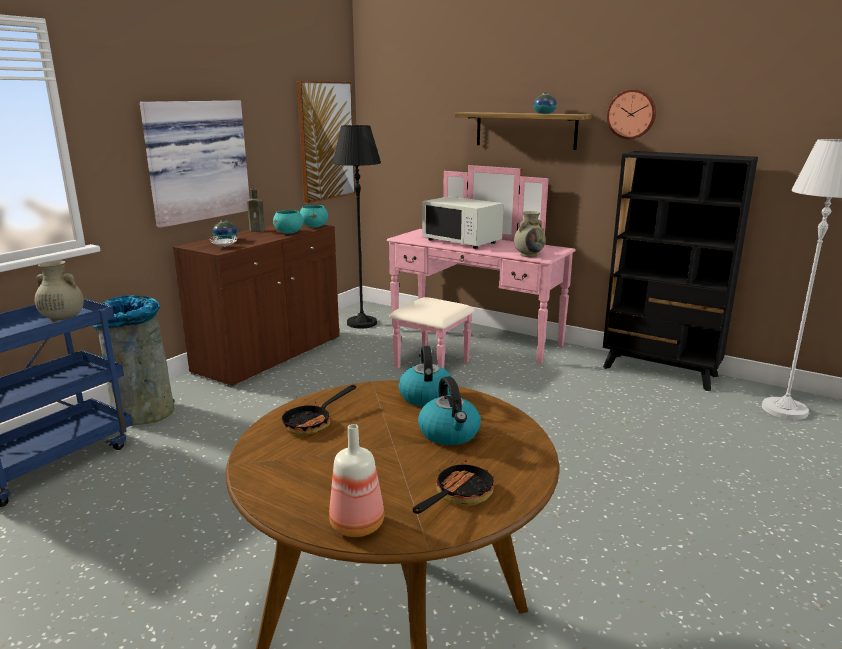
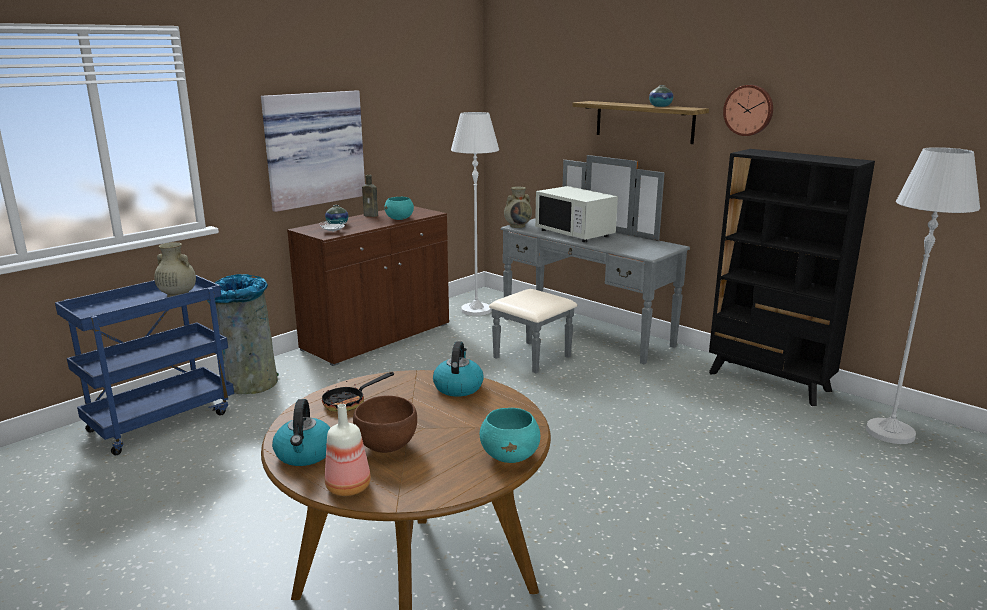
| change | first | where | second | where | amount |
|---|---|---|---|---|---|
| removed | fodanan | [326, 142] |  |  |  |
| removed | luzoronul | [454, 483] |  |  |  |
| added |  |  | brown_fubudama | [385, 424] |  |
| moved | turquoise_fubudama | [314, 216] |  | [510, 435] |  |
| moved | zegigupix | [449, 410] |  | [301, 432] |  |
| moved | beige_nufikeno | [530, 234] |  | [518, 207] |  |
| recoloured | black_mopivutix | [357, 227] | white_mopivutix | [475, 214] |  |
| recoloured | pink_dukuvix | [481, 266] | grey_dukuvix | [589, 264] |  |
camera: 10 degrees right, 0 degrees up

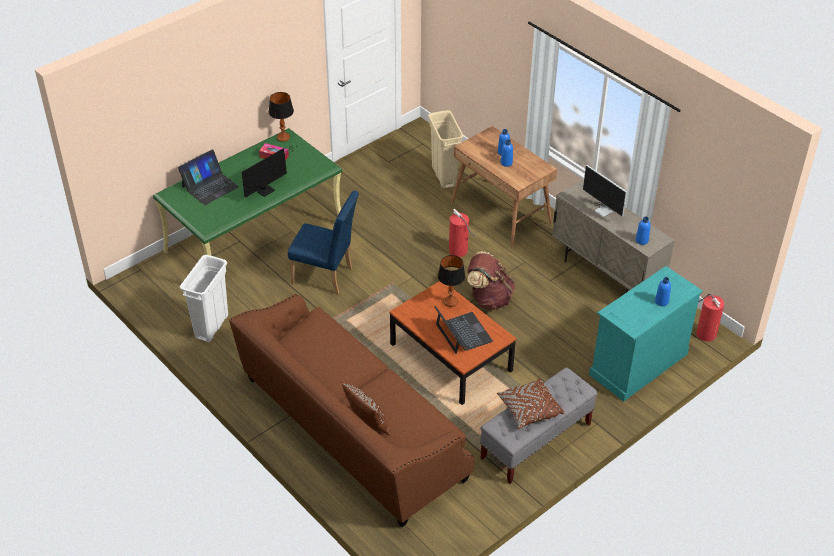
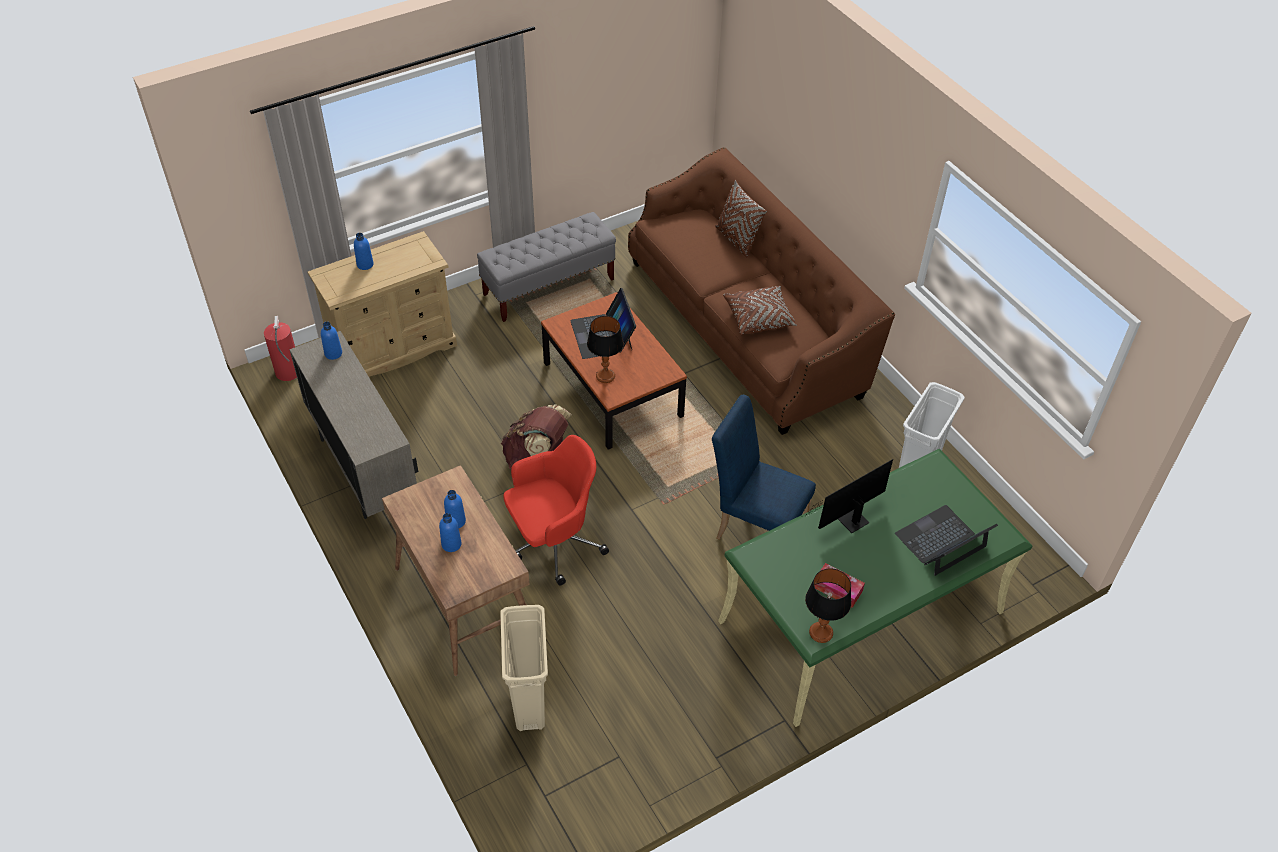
| change | first | where | second | where | amount |
|---|---|---|---|---|---|
| removed | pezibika | [604, 191] |  |  |  |
| moved | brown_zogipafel | [531, 403] |  | [760, 310] |  |
| replaced | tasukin | [462, 233] | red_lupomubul | [556, 510] |  |
| recoloured | turquoise_dukuvix | [645, 334] | beige_dukuvix | [382, 304] |  |
camera: 170 degrees left, 5 degrees up

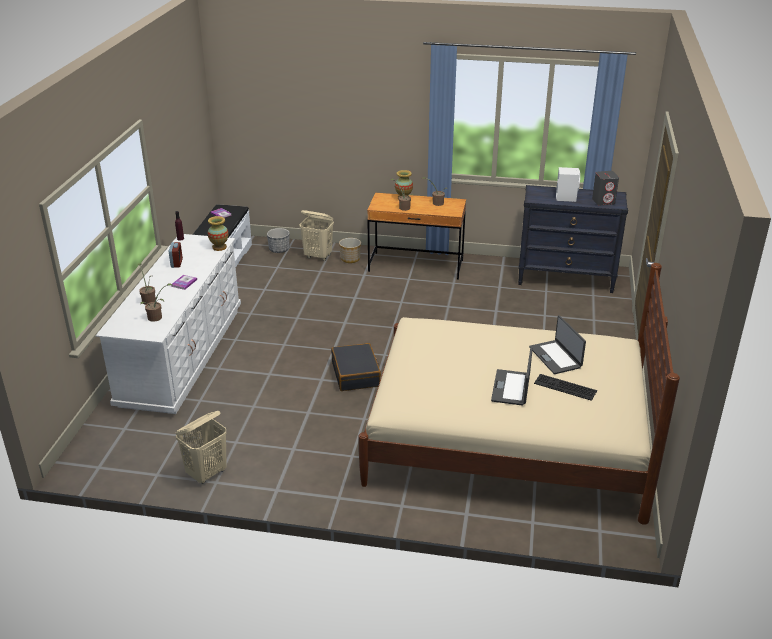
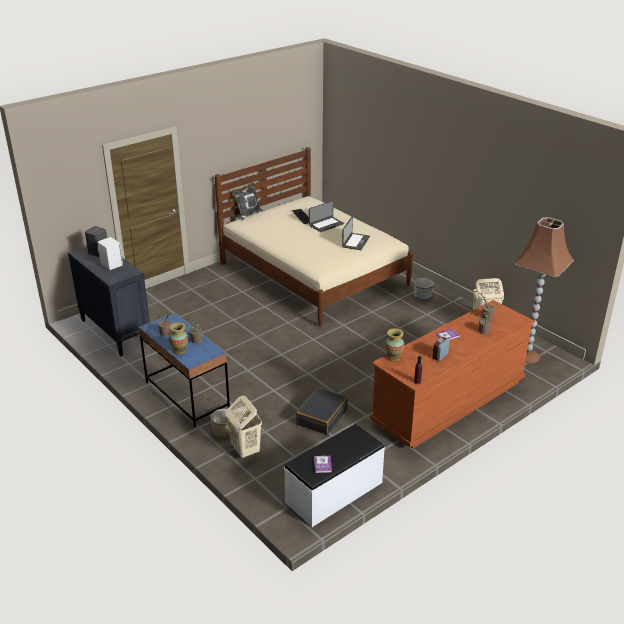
| change | first | where | second | where | amount |
|---|---|---|---|---|---|
| added |  |  | zogipafel | [247, 201] |  |
| added |  |  | brown_mopivutix | [544, 290] |  |
| moved | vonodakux | [278, 240] |  | [424, 289] |  |
| moved | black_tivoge | [356, 367] |  | [322, 411] |  |
| moved | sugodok | [557, 344] |  | [356, 233] |  |
| recoloured | white_dukuvix | [168, 324] | brown_dukuvix | [452, 374] |  |
| recoloured | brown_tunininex | [416, 236] | blue_tunininex | [184, 370] |  |
camera: 140 degrees left, 0 degrees up

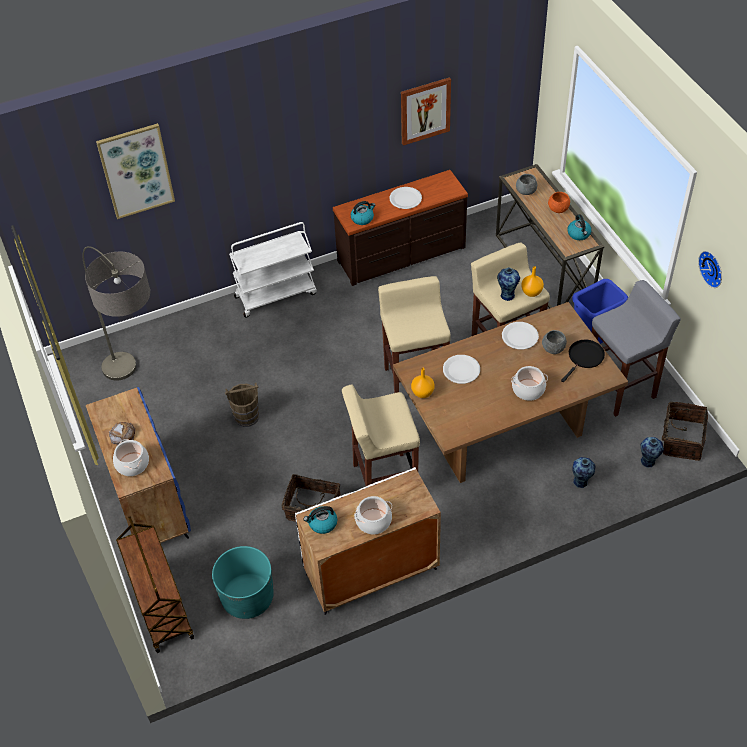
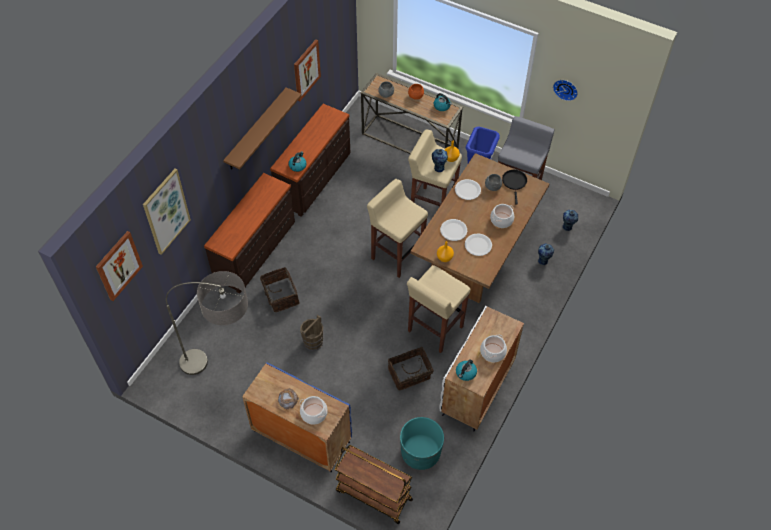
| change | first | where | second | where | amount |
|---|---|---|---|---|---|
| added |  |  | fodanan | [119, 266] |  |
| added |  |  | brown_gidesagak | [262, 129] |  |
| moved | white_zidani | [405, 198] |  | [478, 244] |  |
| moved | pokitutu | [685, 431] |  | [280, 289] |  |
| replaced | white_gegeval | [273, 269] | brown_dukuvix | [249, 233] |  |
camera: 40 degrees left, 5 degrees up

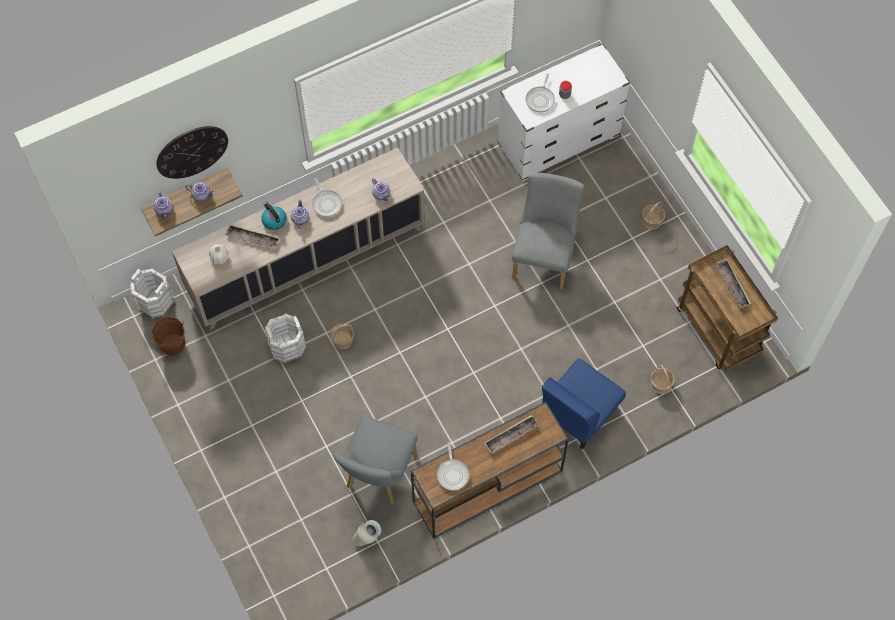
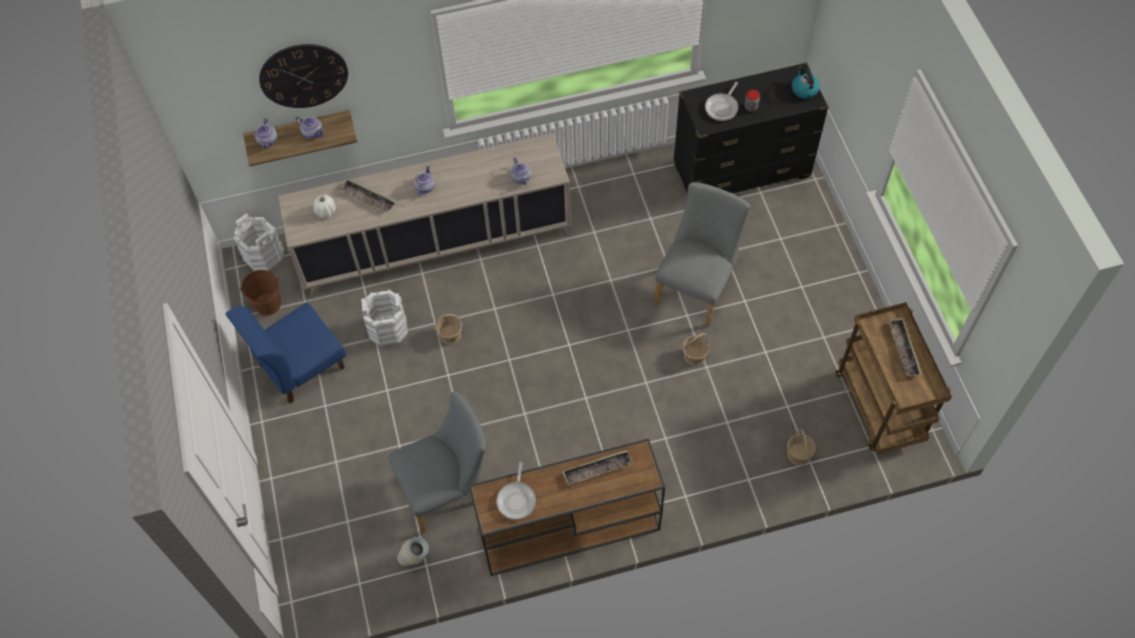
| change | first | where | second | where | amount |
|---|---|---|---|---|---|
| removed | luzoronul | [327, 197] |  |  |  |
| moved | zegigupix | [274, 216] |  | [805, 83] |  |
| moved | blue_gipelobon | [584, 404] |  | [285, 353] |  |
| moved | pokitutu | [653, 215] |  | [696, 349] |  |
| recoloured | white_dukuvix | [563, 112] | black_dukuvix | [751, 128] |  |
| turned | grey_gipelobon | [375, 459] |  | [437, 462] | 150 degrees counterclockwise |
camera: 15 degrees right, 5 degrees down

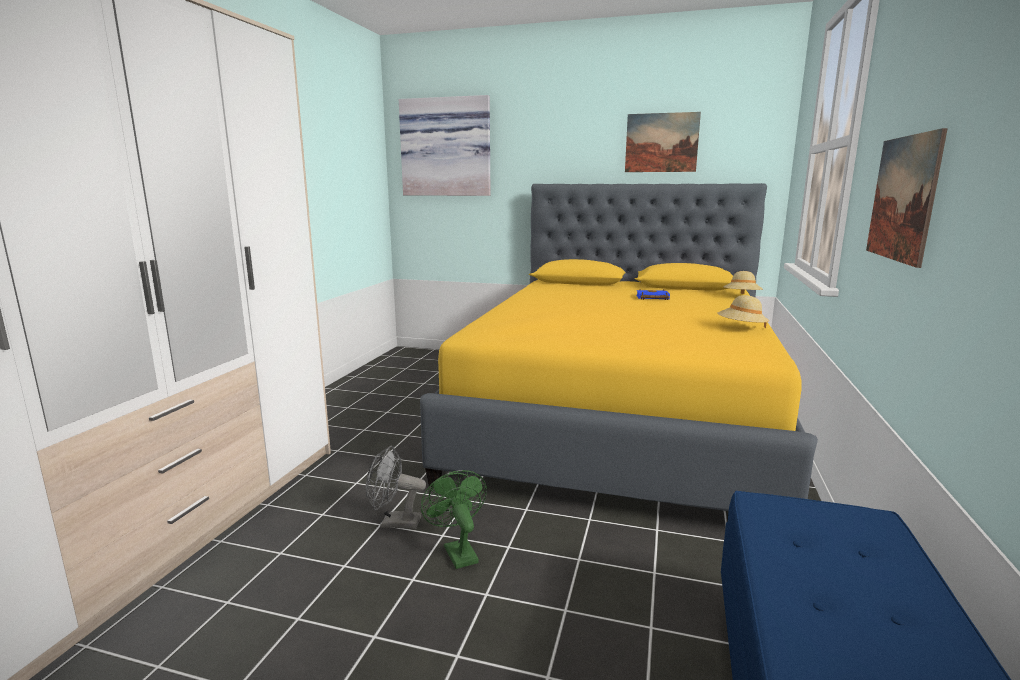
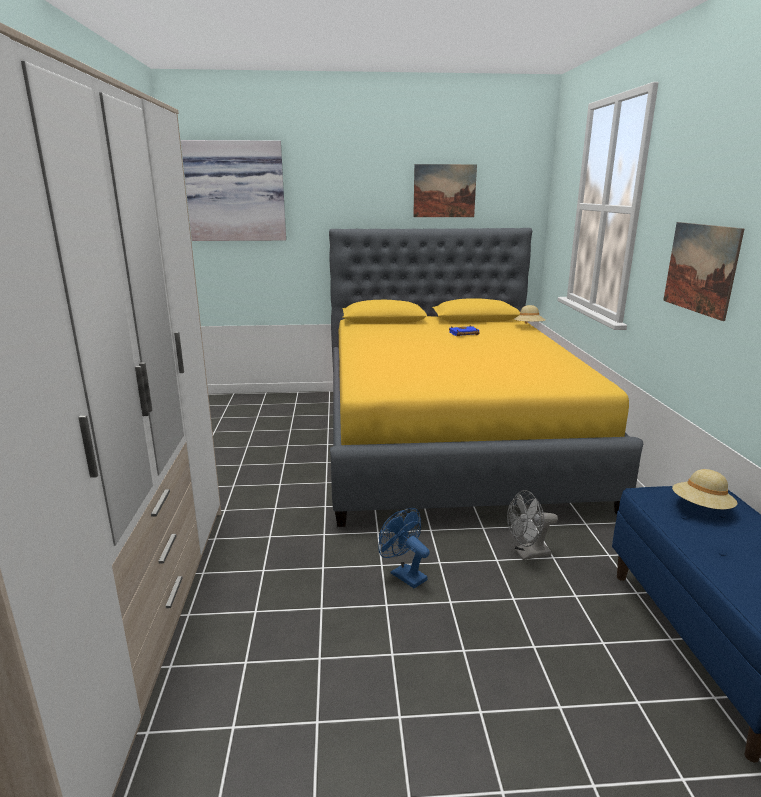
| change | first | where | second | where | amount |
|---|---|---|---|---|---|
| moved | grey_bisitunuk | [396, 487] |  | [532, 525] |  |
| moved | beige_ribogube | [743, 311] |  | [705, 489] |  |
| recoloured | green_bisitunuk | [454, 519] | blue_bisitunuk | [404, 548] |  |
camera: 20 degrees left, 5 degrees up

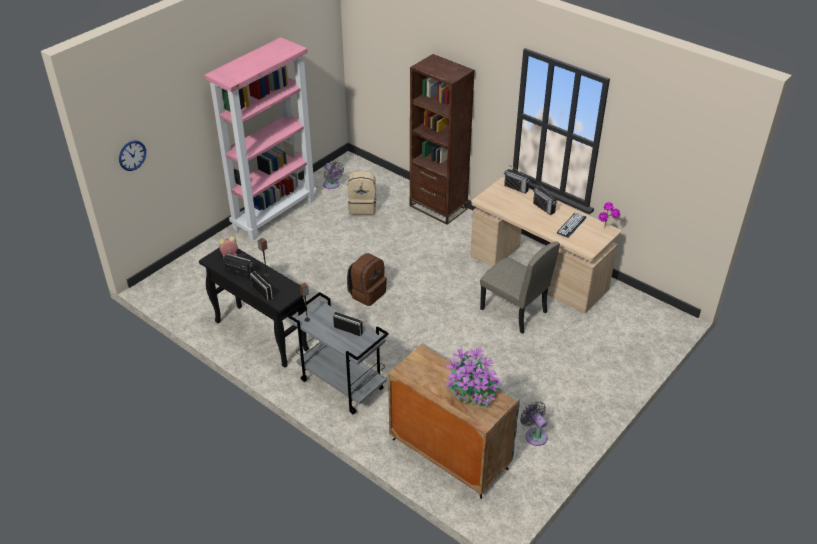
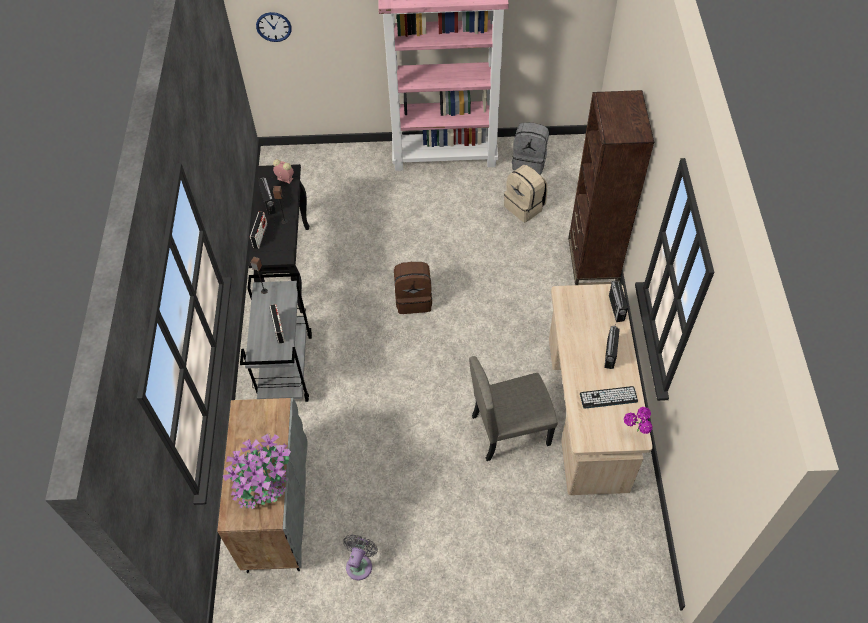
| change | first | where | second | where | amount |
|---|---|---|---|---|---|
| replaced | grey_bisitunuk | [333, 175] | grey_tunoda | [530, 148] |  |
| turned | beige_gipelobon | [520, 287] |  | [513, 408] | 75 degrees clockwise |
camera: 50 degrees right, 15 degrees up

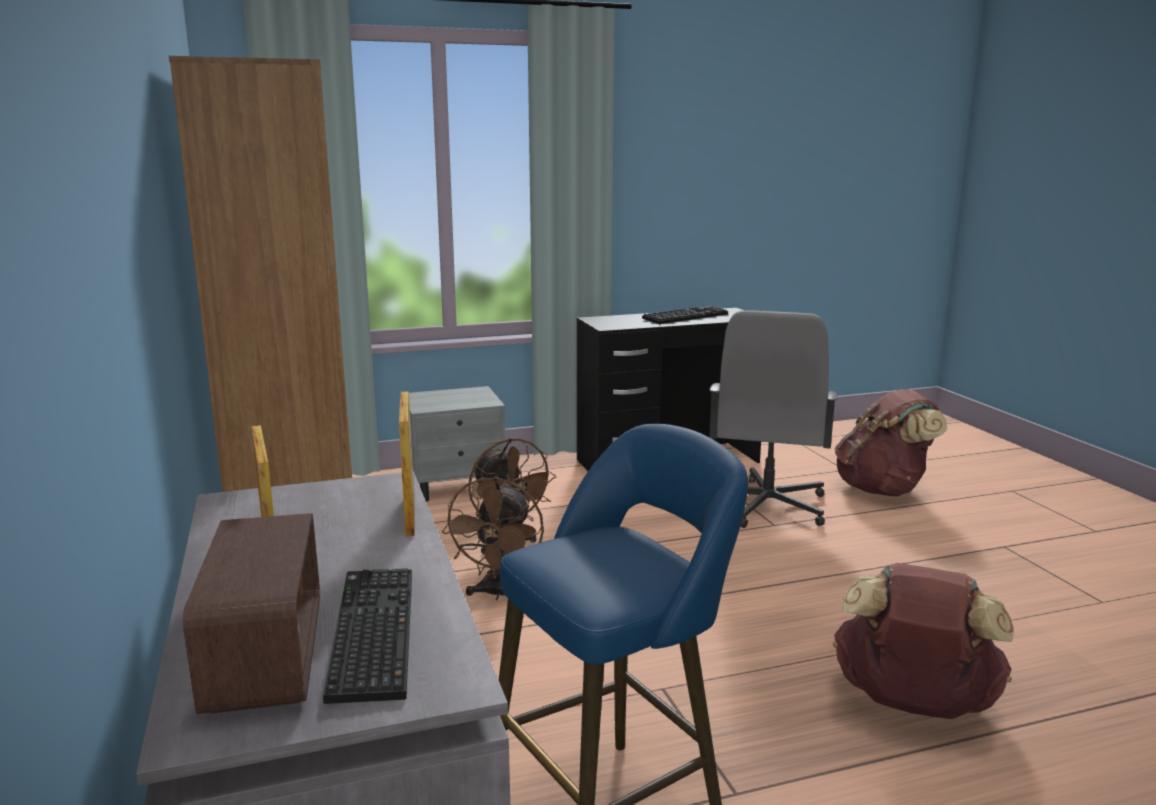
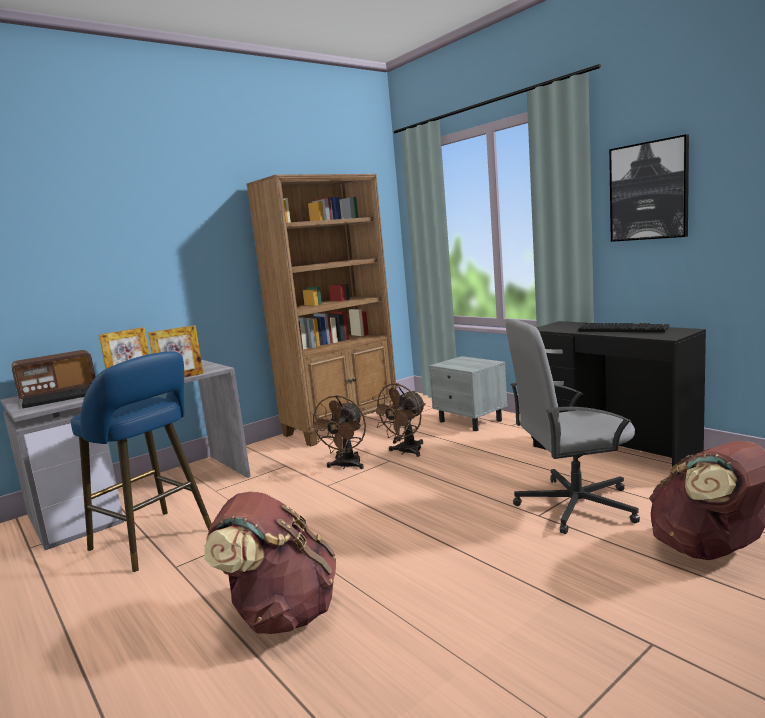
| change | first | where | second | where | amount |
|---|---|---|---|---|---|
| added |  |  | fodanan | [649, 188] |  |
| turned | brown_bisitunuk | [493, 538] |  | [337, 432] | 60 degrees counterclockwise |
camera: 70 degrees right, 5 degrees down

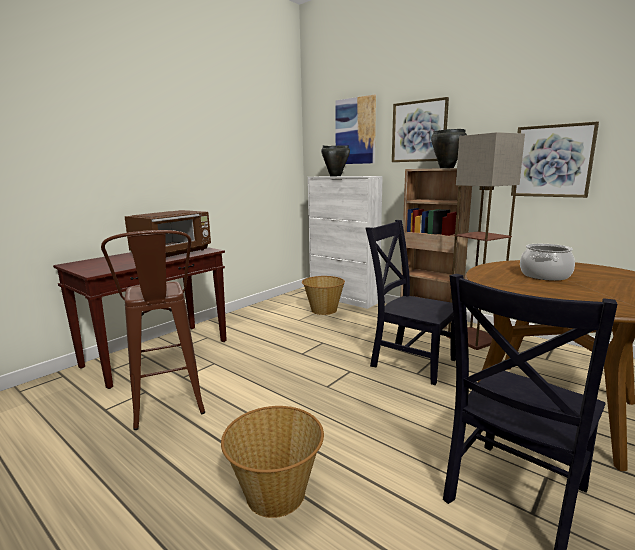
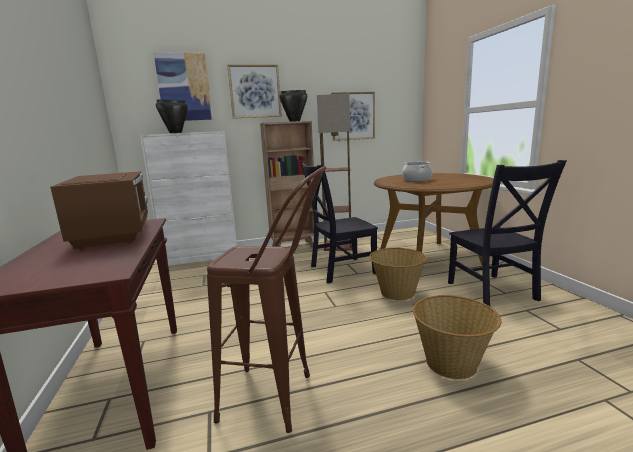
| change | first | where | second | where | amount |
|---|---|---|---|---|---|
| moved | pokitutu | [323, 295] |  | [398, 274] |  |
camera: 55 degrees left, 0 degrees up

